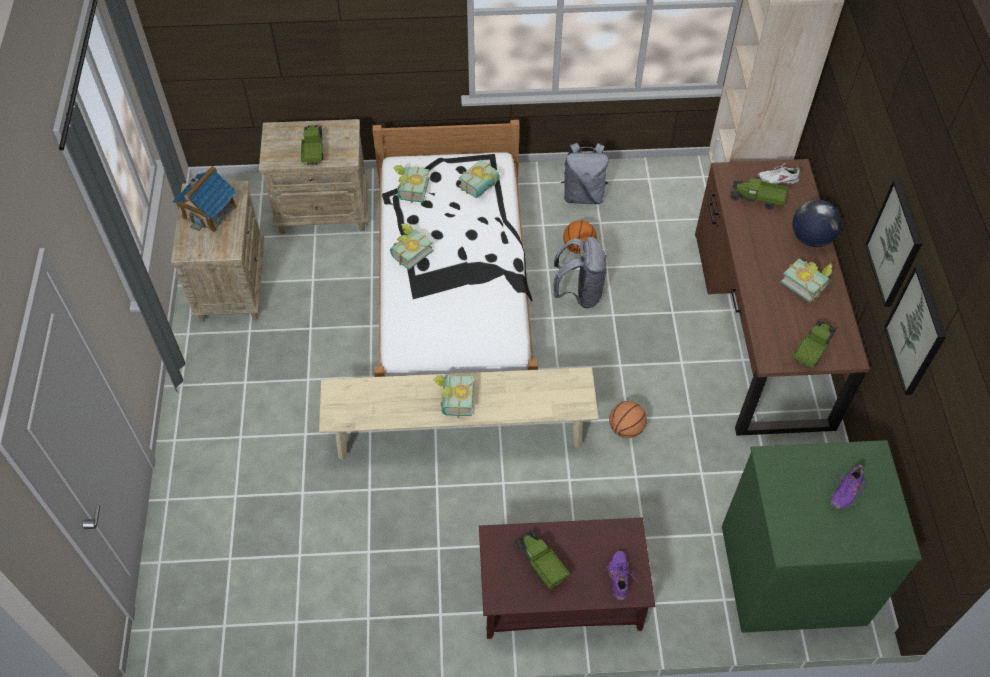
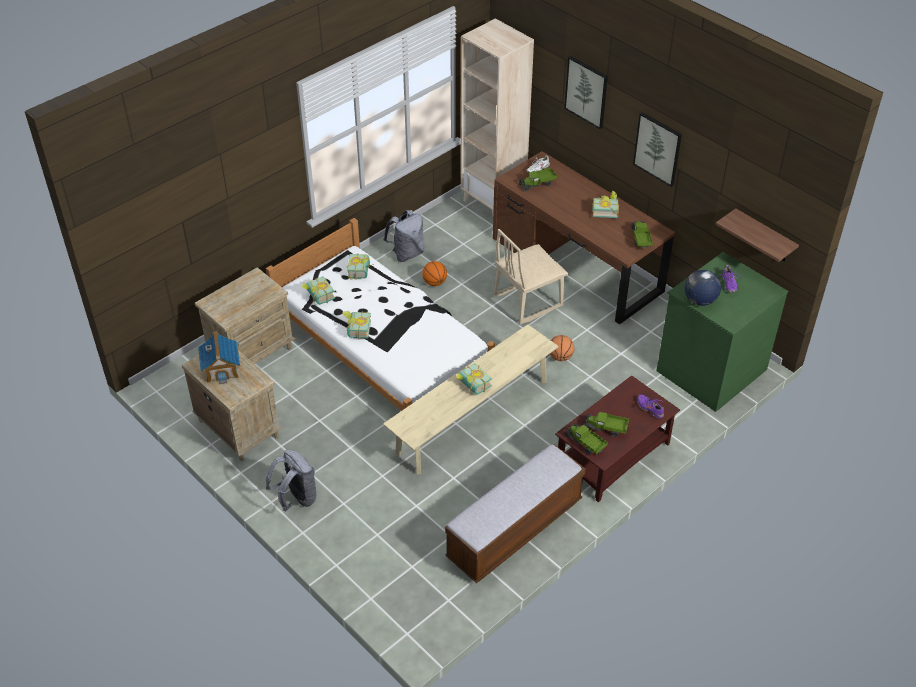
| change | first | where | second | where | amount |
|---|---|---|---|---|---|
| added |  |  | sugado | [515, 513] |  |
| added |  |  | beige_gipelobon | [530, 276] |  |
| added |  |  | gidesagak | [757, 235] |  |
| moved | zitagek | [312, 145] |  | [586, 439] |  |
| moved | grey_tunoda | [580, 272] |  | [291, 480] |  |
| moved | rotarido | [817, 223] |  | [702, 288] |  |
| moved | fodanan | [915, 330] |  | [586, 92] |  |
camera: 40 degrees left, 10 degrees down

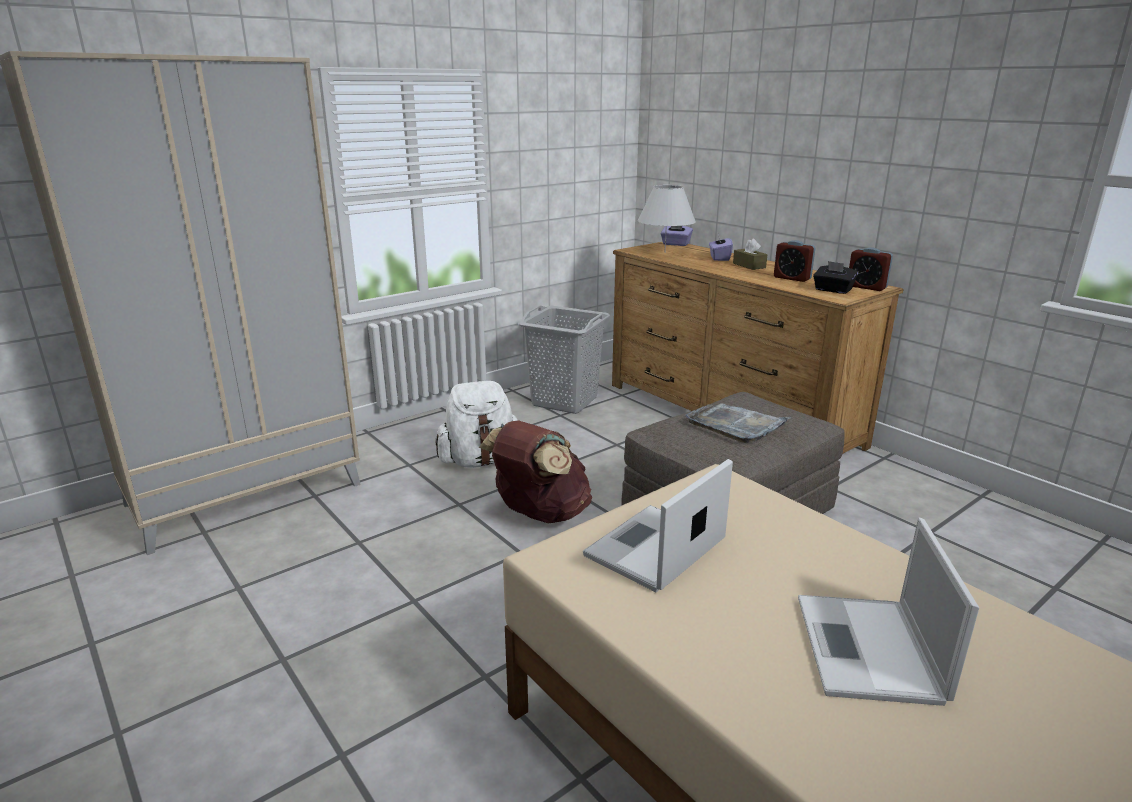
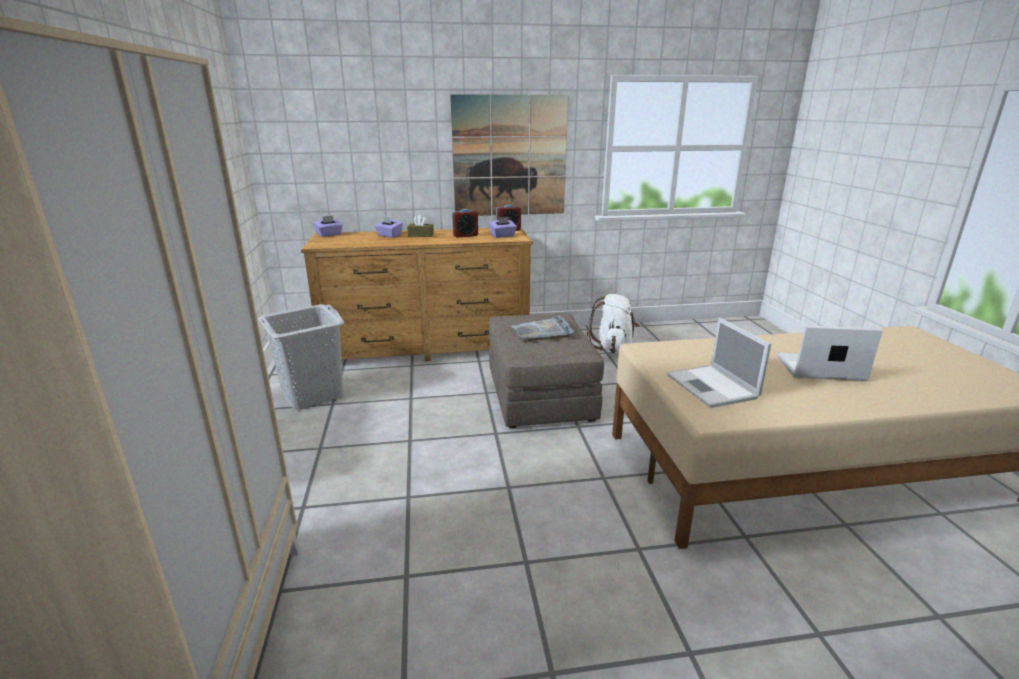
| change | first | where | second | where | amount |
|---|---|---|---|---|---|
| removed | brown_tunoda | [535, 471] |  |  |  |
| removed | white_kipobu | [667, 219] |  |  |  |
| added |  |  | fodanan | [509, 155] |  |
| moved | white_tunoda | [476, 424] |  | [613, 323] |  |
| recoloured | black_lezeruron | [835, 277] | purple_lezeruron | [503, 227] |  |
| turned | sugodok | [888, 612] |  | [829, 353] | 150 degrees clockwise |
camera: 60 degrees left, 0 degrees up

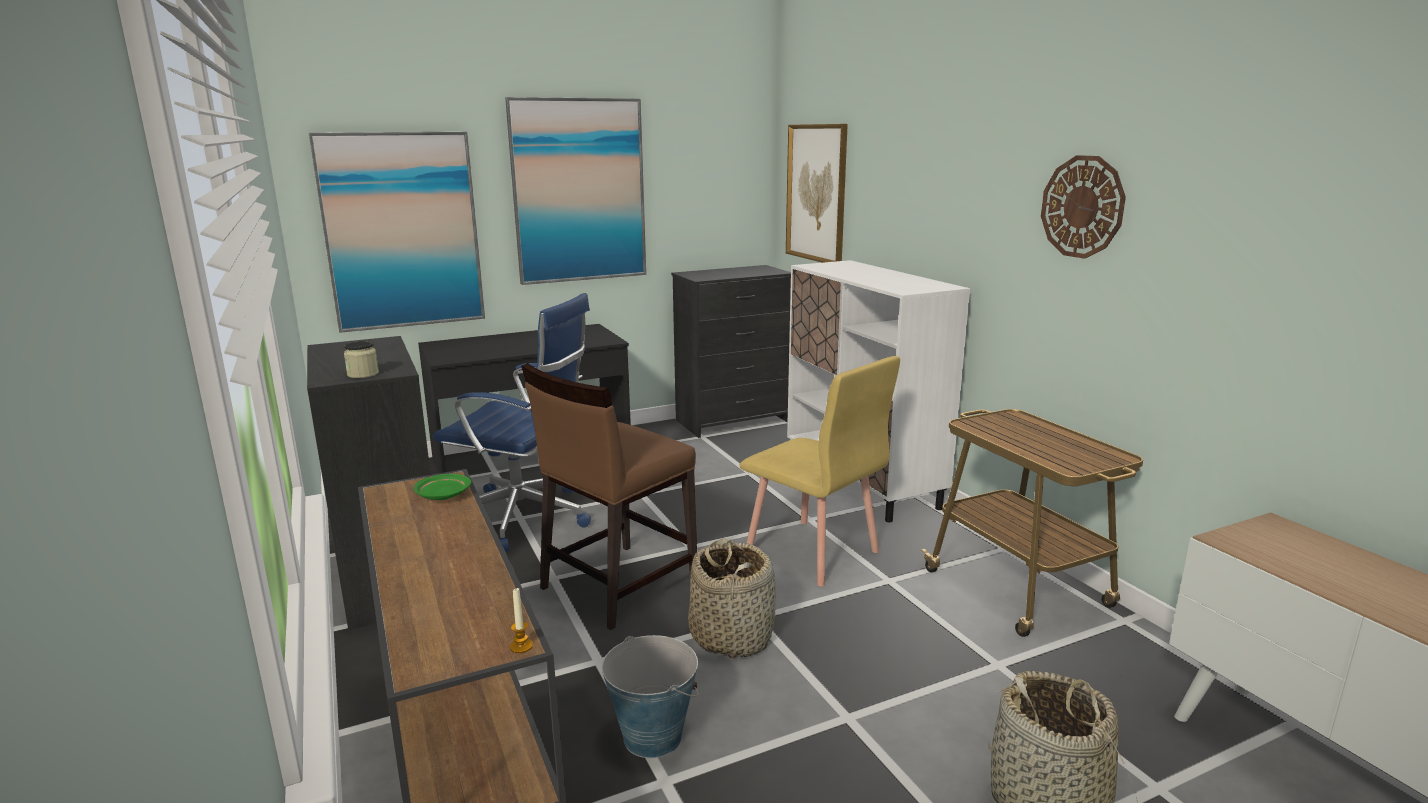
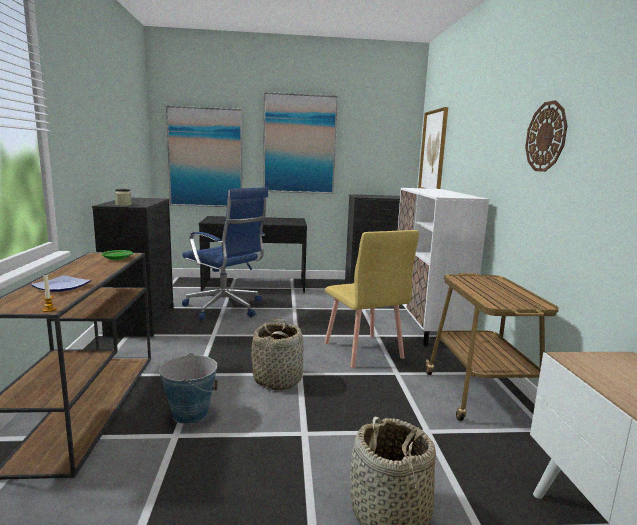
| change | first | where | second | where | amount |
|---|---|---|---|---|---|
| removed | brown_gipelobon | [609, 496] |  |  |  |
| added |  |  | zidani | [60, 283] |  |
camera: 20 degrees right, 5 degrees down

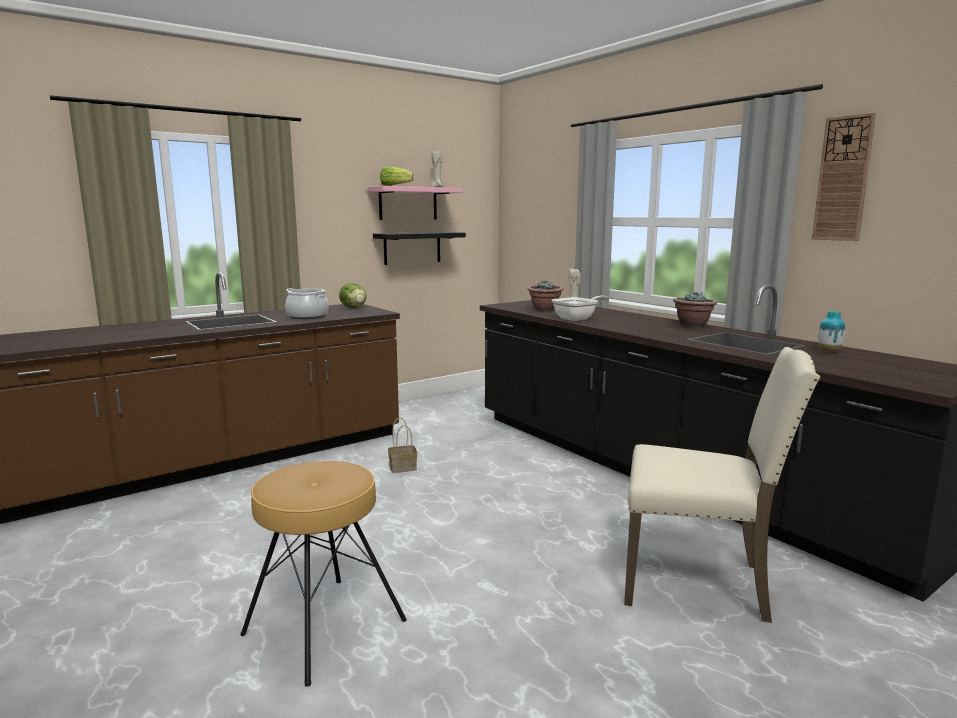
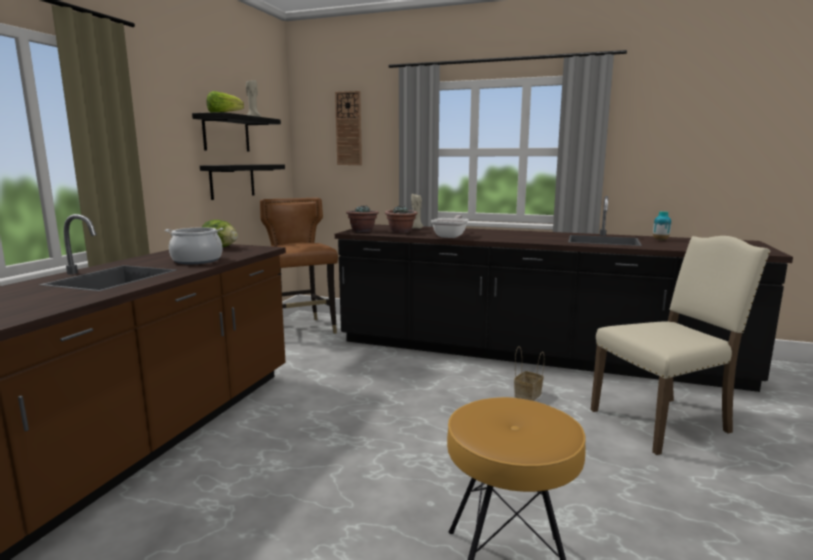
| change | first | where | second | where | amount |
|---|---|---|---|---|---|
| added |  |  | brown_gipelobon | [299, 266] |  |
| moved | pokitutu | [402, 445] |  | [529, 373] |  |
| moved | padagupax | [695, 309] |  | [362, 219] |  |
| moved | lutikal | [844, 176] |  | [348, 128] |  |
| recoloured | pink_gidesagak | [415, 203] | black_gidesagak | [236, 132] |  |
camera: 35 degrees left, 0 degrees up

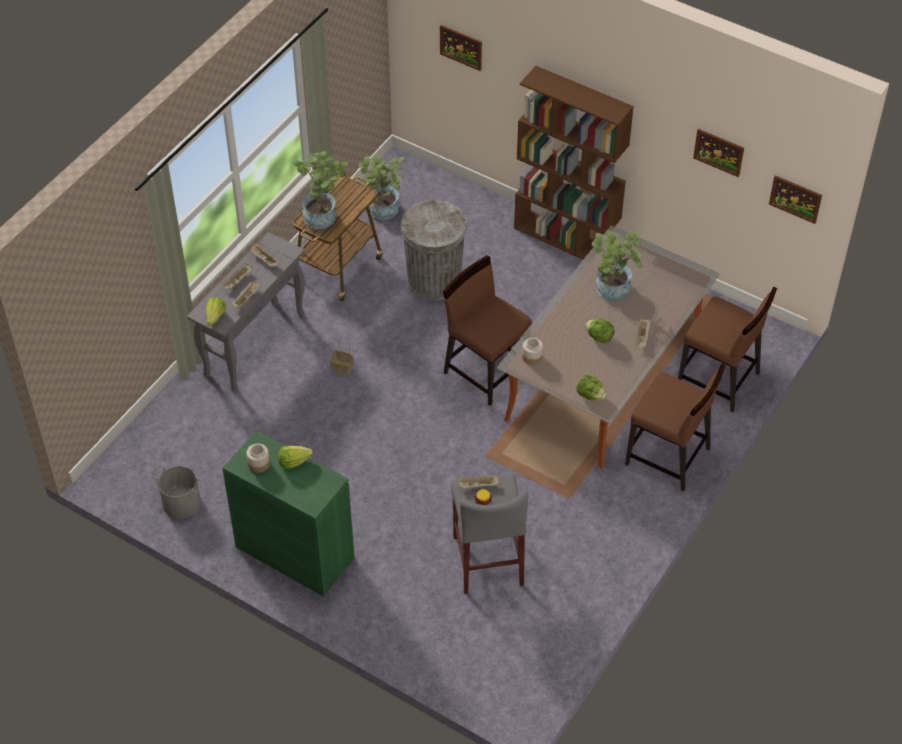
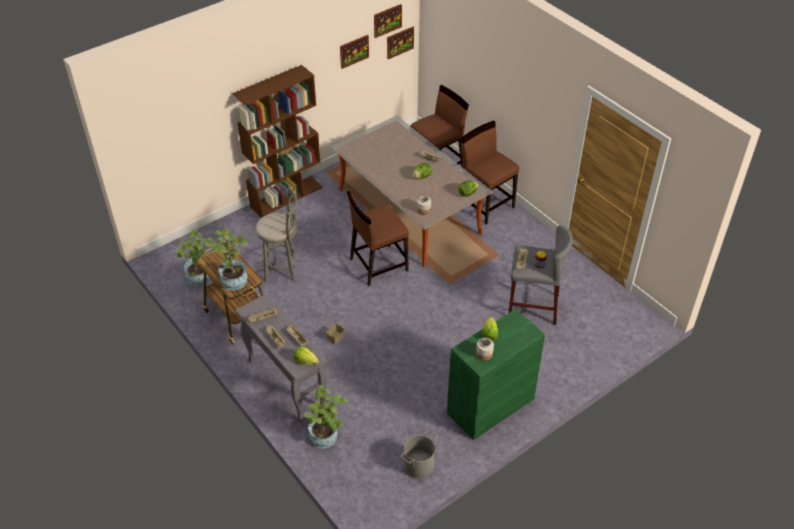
| change | first | where | second | where | amount |
|---|---|---|---|---|---|
| moved | fodanan | [461, 48] |  | [388, 21] |  |
| moved | padagupax | [617, 265] |  | [325, 417] |  |
| replaced | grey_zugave | [434, 250] | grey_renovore | [276, 234] |  |
| turned | brown_gipelobon | [675, 427] |  | [490, 172] | 90 degrees counterclockwise |
camera: 70 degrees left, 5 degrees down

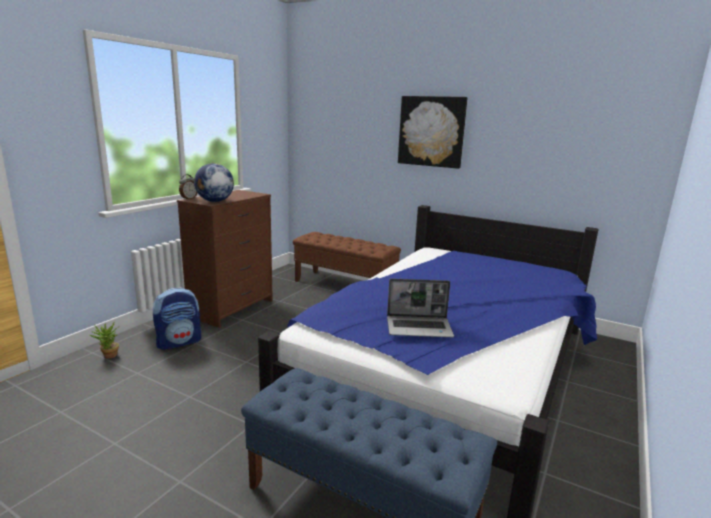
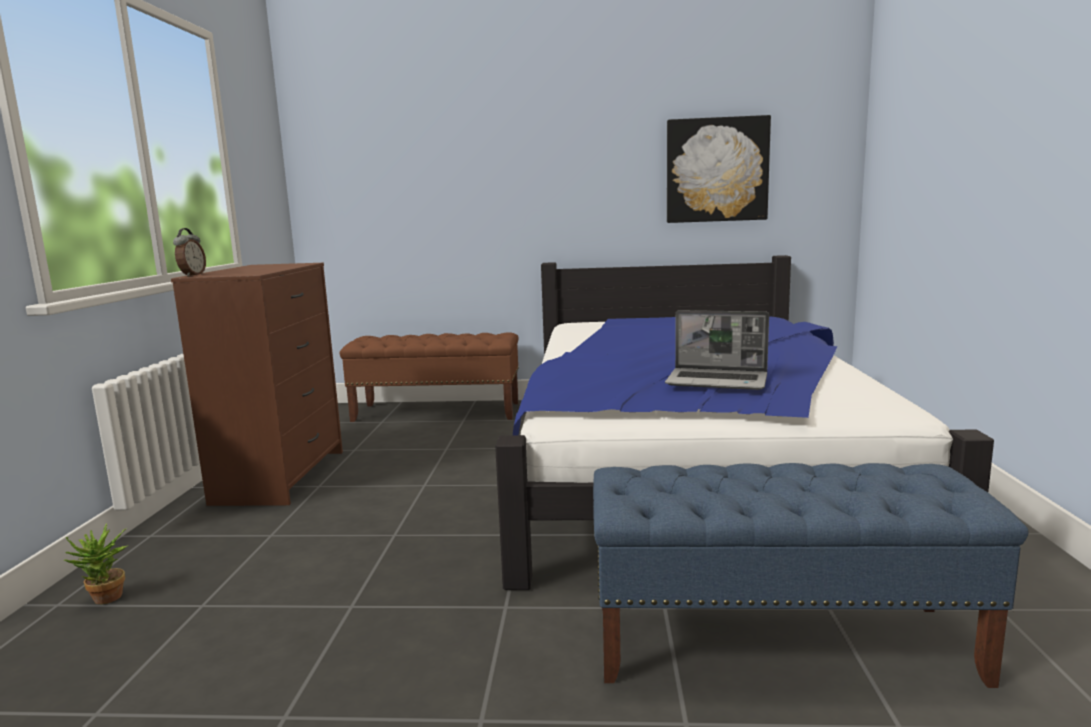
| change | first | where | second | where | amount |
|---|---|---|---|---|---|
| removed | tunoda | [177, 318] |  |  |  |
| removed | rotarido | [214, 182] |  |  |  |
| moved | fodanan | [433, 132] |  | [719, 169] |  |
| turned | sugodok | [420, 307] |  | [717, 350] | 45 degrees clockwise |
camera: 25 degrees left, 5 degrees down

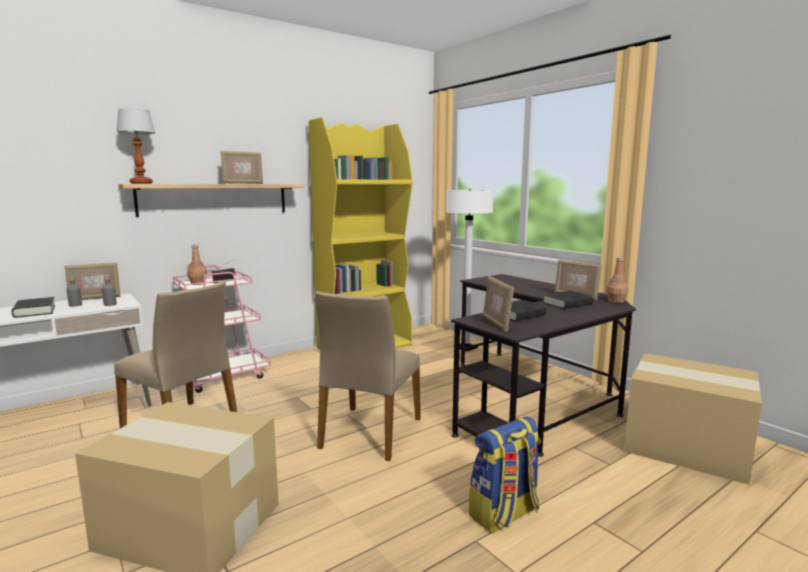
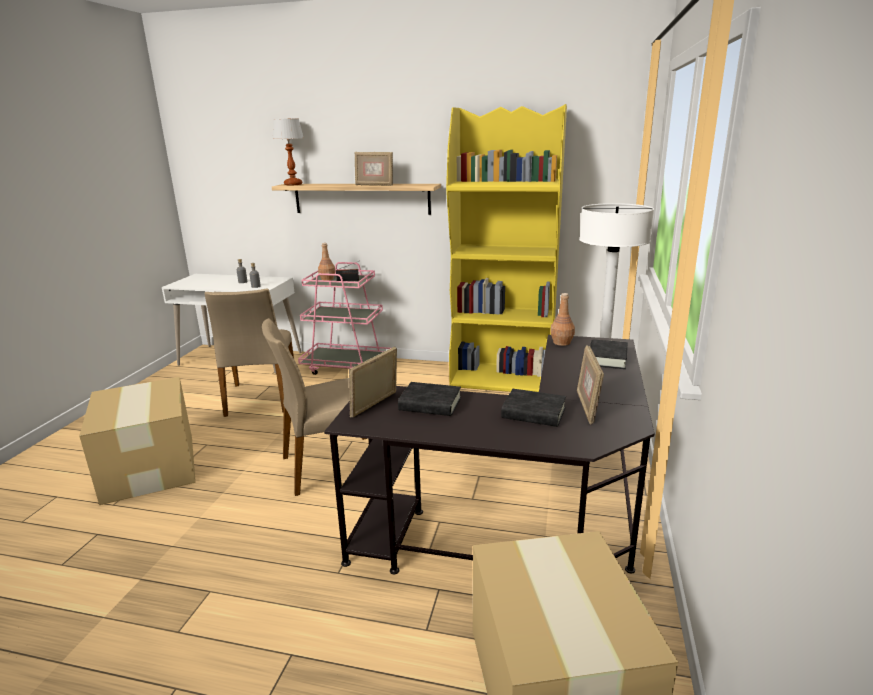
| change | first | where | second | where | amount |
|---|---|---|---|---|---|
| removed | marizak | [93, 281] |  |  |  |
| removed | tunoda | [505, 475] |  |  |  |
| moved | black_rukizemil | [33, 307] |  | [609, 354] |  |
| moved | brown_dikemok | [617, 280] |  | [562, 319] |  |
camera: 50 degrees right, 10 degrees up

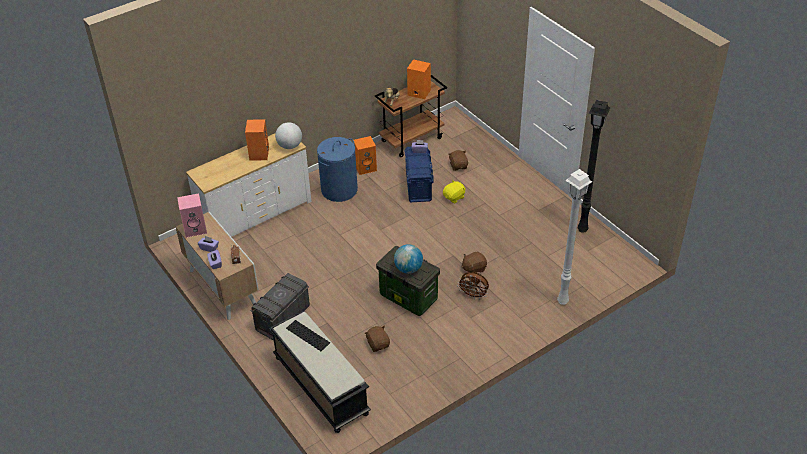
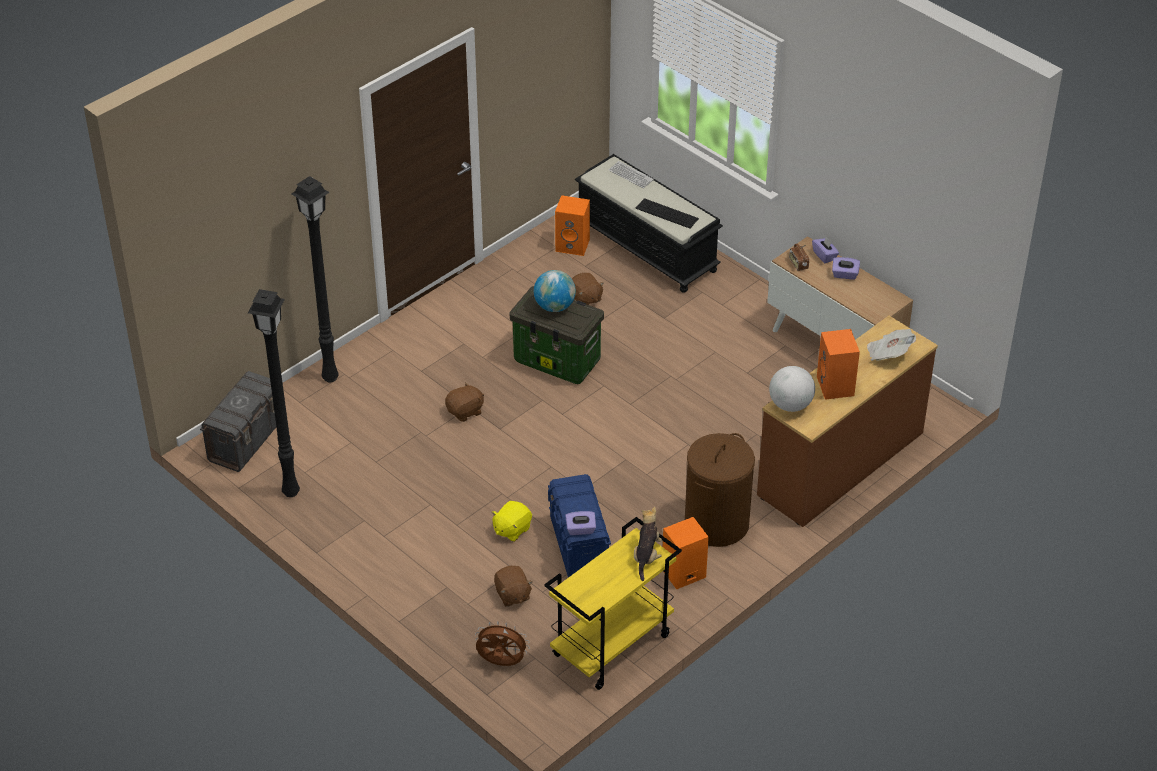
| change | first | where | second | where | amount |
|---|---|---|---|---|---|
| removed | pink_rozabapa | [192, 215] |  |  |  |
| added |  |  | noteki | [631, 174] |  |
| added |  |  | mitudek | [891, 345] |  |
| moved | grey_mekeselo | [280, 306] |  | [238, 421] |  |
| moved | orange_rozabapa | [419, 79] |  | [572, 225] |  |
| moved | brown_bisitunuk | [473, 286] |  | [502, 644] |  |
| recoloured | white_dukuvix | [249, 185] | brown_dukuvix | [847, 421] |  |
| recoloured | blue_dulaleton | [337, 169] | brown_dulaleton | [720, 490] |  |
| recoloured | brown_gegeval | [411, 116] | yellow_gegeval | [613, 603] |  |
| recoloured | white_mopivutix | [574, 237] | black_mopivutix | [315, 279] |  |
camera: 170 degrees right, 0 degrees up

